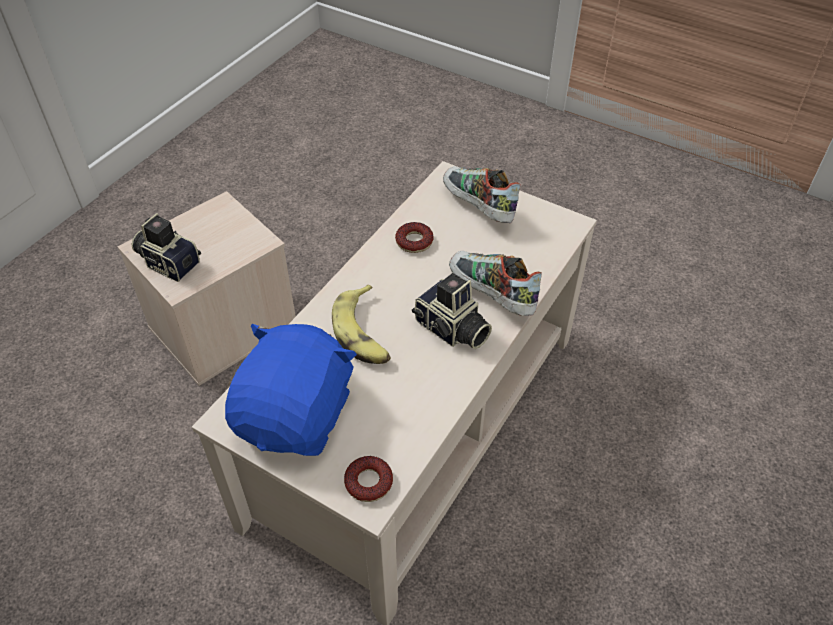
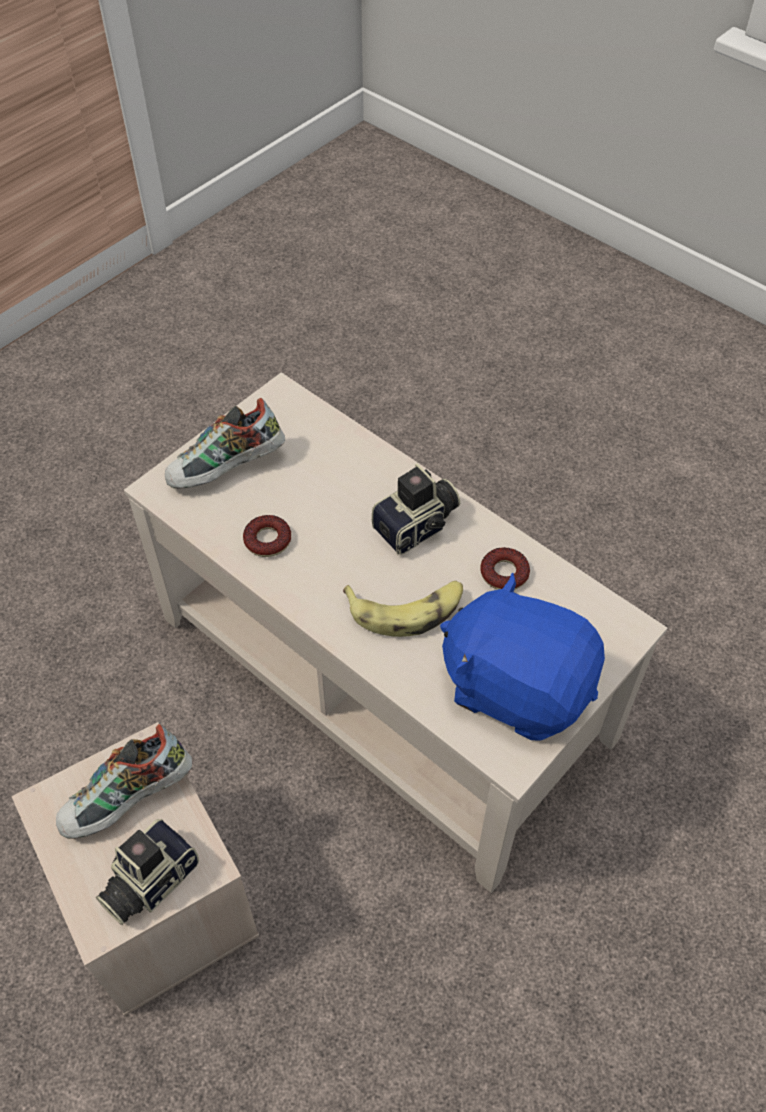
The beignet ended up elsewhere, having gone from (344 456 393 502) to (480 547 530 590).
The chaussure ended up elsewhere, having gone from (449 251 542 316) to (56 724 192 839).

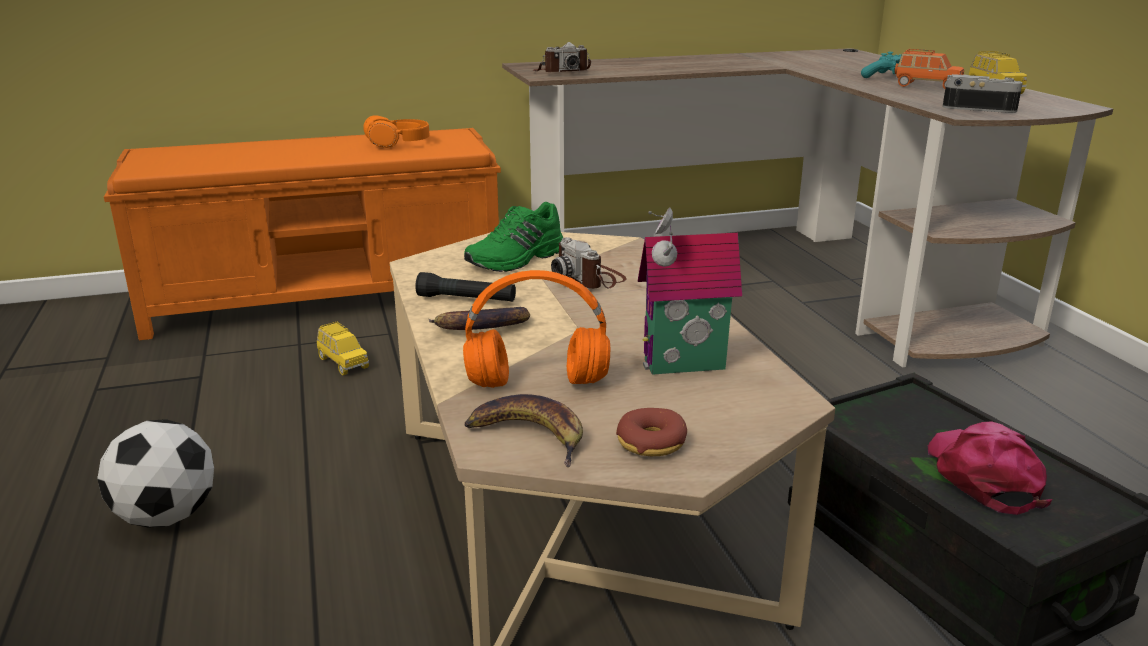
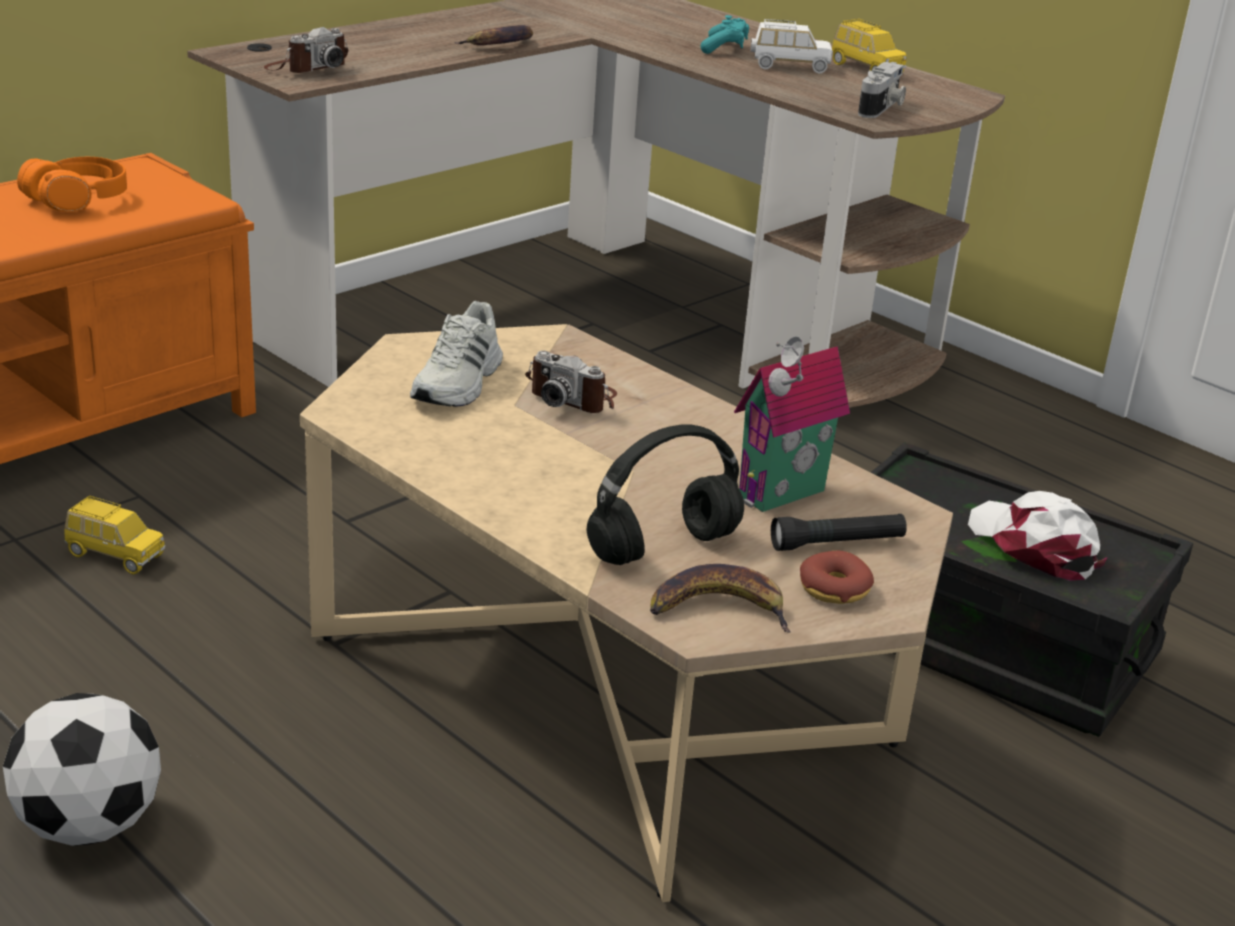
The lampe de poche/noir ended up elsewhere, having gone from (415 272 516 302) to (771 514 907 551).
The banane ended up elsewhere, having gone from (429 307 530 330) to (454 25 533 45).
What was the casque audio/orange at (463 270 610 388) turned into the casque audio/noir at (586 424 744 565).
What was the chaussure/vert at (464 202 564 272) turned into the chaussure/blanc at (410 301 503 407).
What was the petite voiture/orange at (895 49 964 89) turned into the petite voiture/blanc at (751 19 833 73).
What was the casquette/rose at (928 421 1052 515) turned into the casquette/blanc at (968 491 1108 581).
The appareil photo at (943 74 1023 113) ended up facing another way, 120 degrees clockwise from before.

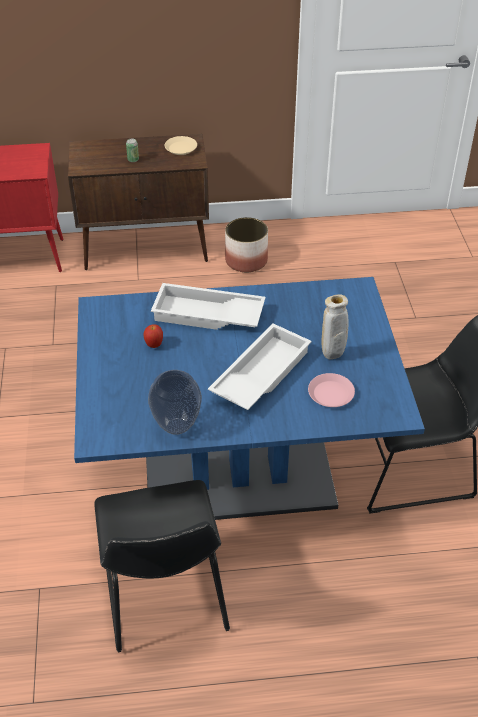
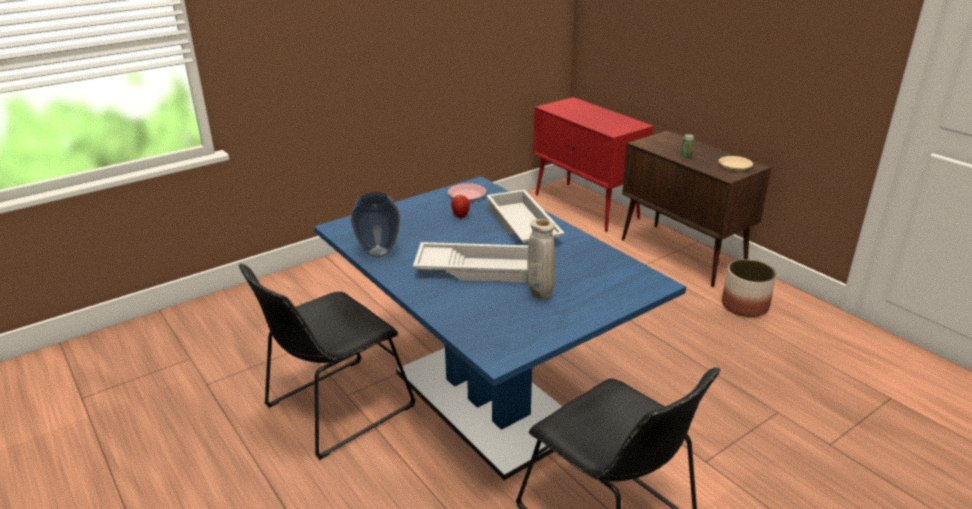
The assiette/rose ended up elsewhere, having gone from (308 373 355 407) to (448 183 486 202).

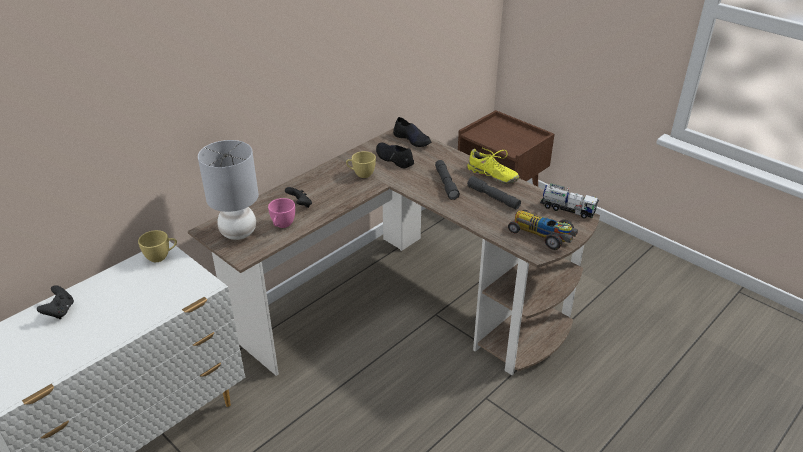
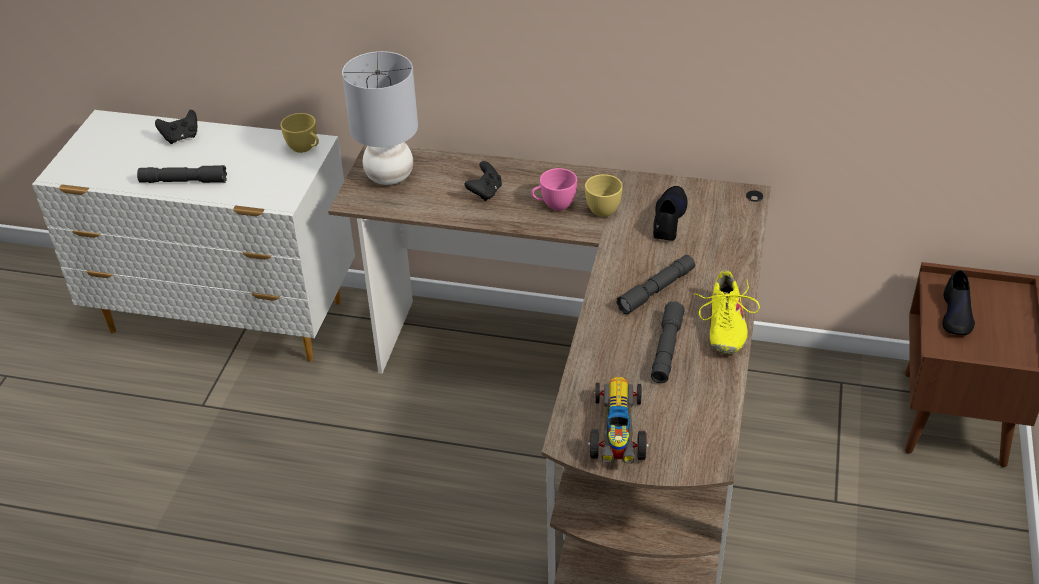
The second view lost the camion jouet at (540 183 599 219).
The second view gained the lampe de poche/gris at (137 165 227 183).
The tasse/rose ended up elsewhere, having gone from (268 198 295 228) to (531 168 577 210).
The chaussure/noir ended up elsewhere, having gone from (393 117 431 147) to (942 270 975 335).

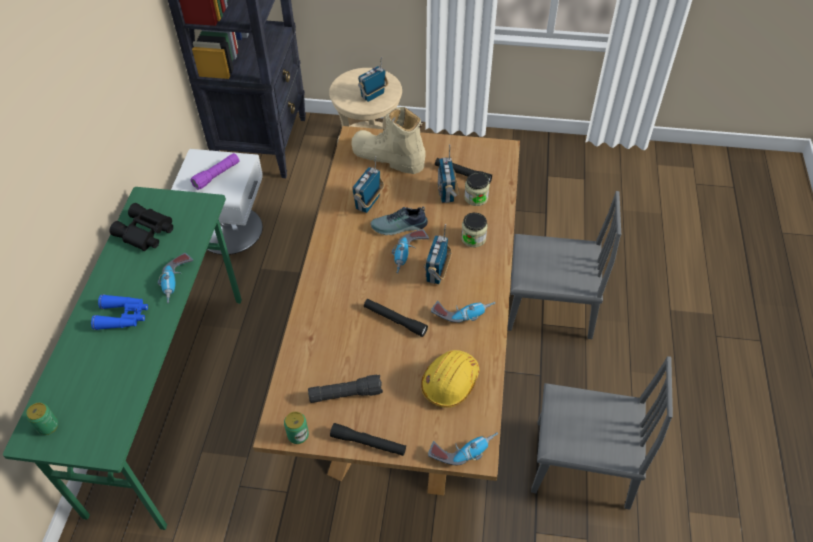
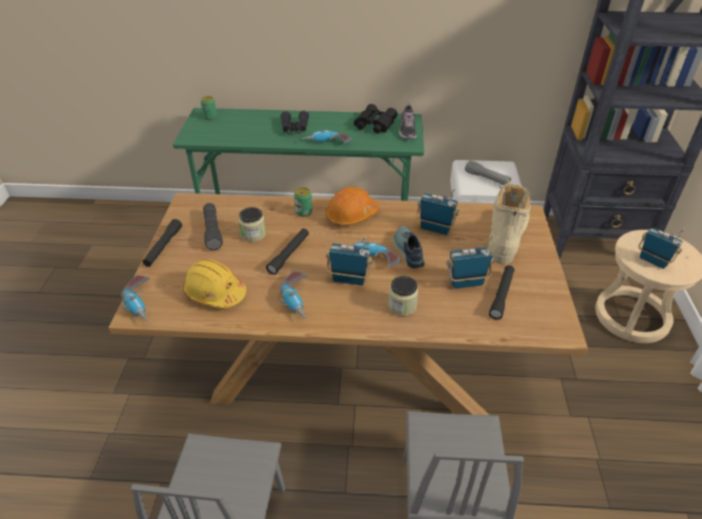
The second view gained the casque de chantier/orange at (325 186 379 226).
The second view gained the chaussure at (399 103 417 139).
The boîte métallique ended up elsewhere, having gone from (284 412 309 444) to (294 187 312 217).
The bocal ended up elsewhere, having gone from (464 172 490 206) to (239 207 266 242).
What was the jumelles/bleu at (91 294 148 330) turned into the jumelles/noir at (281 111 309 134).
What was the lampe de poche/violet at (191 153 239 190) turned into the lampe de poche/gris at (465 160 511 185).

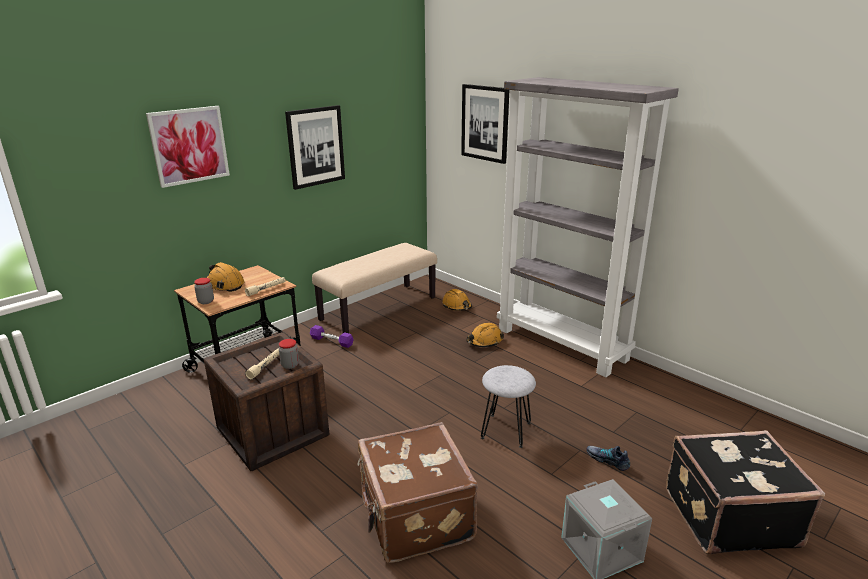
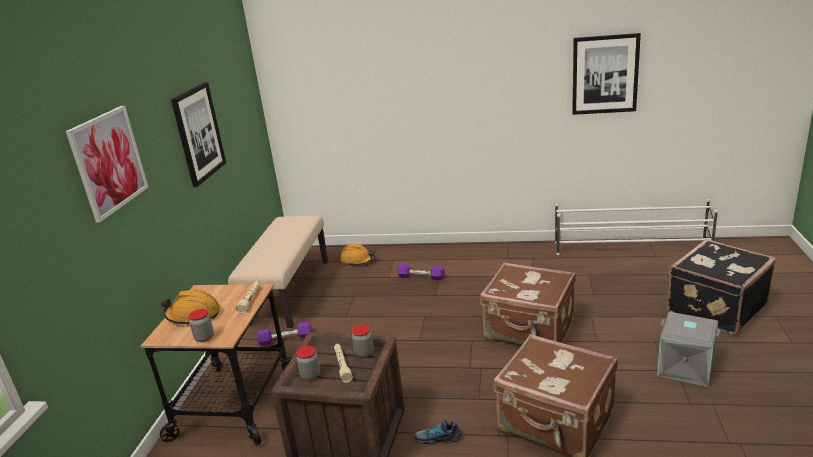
The second view lost the bibliothèque/gris at (497 77 679 377).
The second view gained the bocal at (296 346 320 381).
The second view gained the étagère à chaussures/blanc at (555 199 718 255).
The tableau ended up elsewhere, having gone from (461 84 509 164) to (572 33 641 115).
The chaussure ended up elsewhere, having gone from (586 446 630 471) to (414 419 462 445).
Where the casque de chantier/orange stood at (466 323 504 347), the haltère/violet came to stand at (397 264 444 280).
Where the tabouret/gris stood at (481 365 536 448), the valise/marron came to stand at (480 262 576 346).

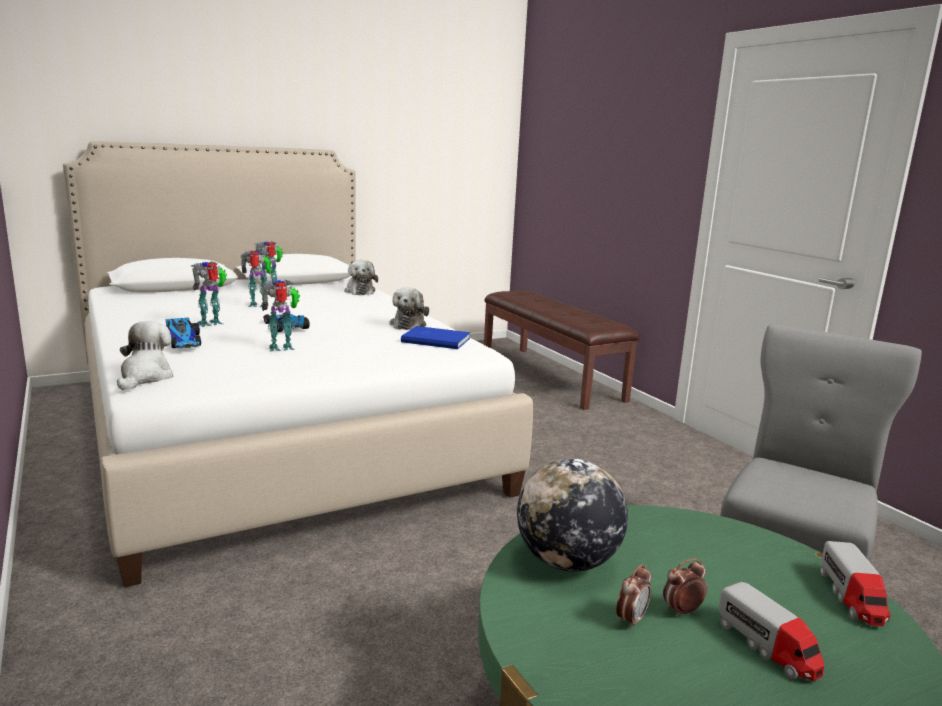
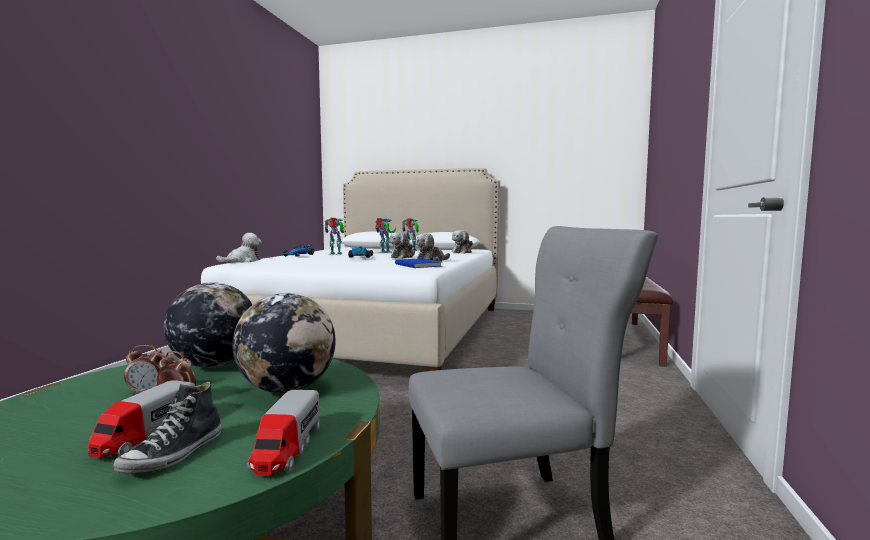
The second view lost the robot jouet at (261 280 300 352).
The second view gained the chaussure at (113 382 222 473).
The second view gained the globe at (232 293 336 393).
The second view gained the peluche at (389 232 415 259).
The camion jouet at (820 541 891 626) ended up facing another way, 45 degrees counterclockwise from before.

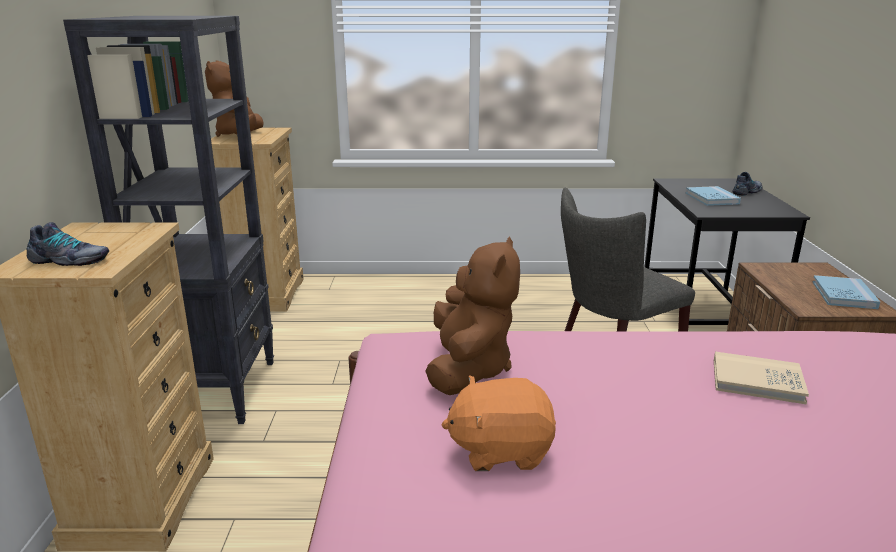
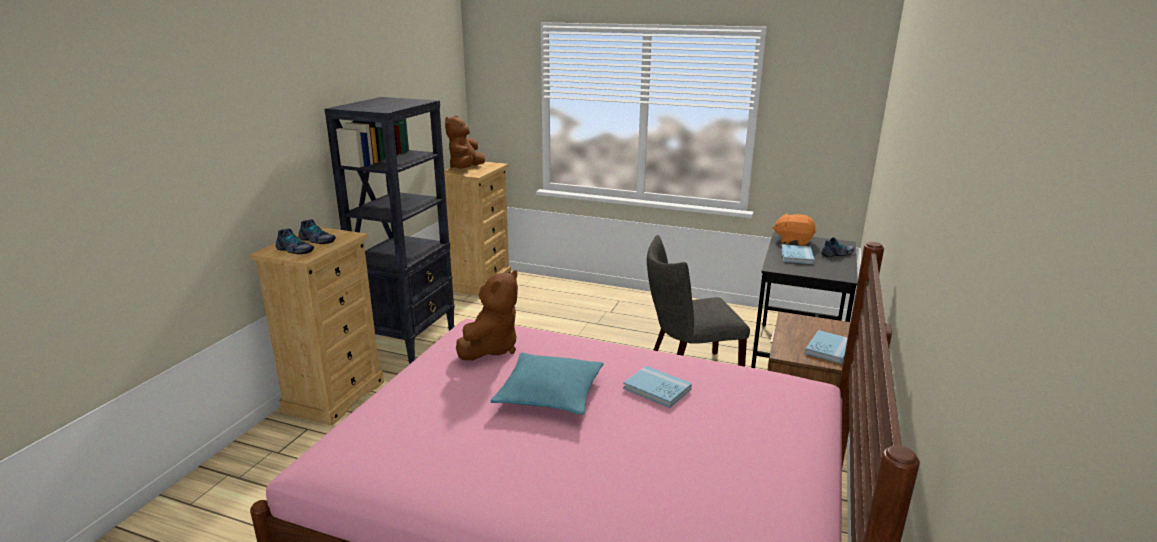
The second view gained the chaussure at (299 219 336 244).
The second view gained the coussin/turquoise at (491 353 604 415).
The peluche/orange ended up elsewhere, having gone from (442 375 556 471) to (772 214 816 246).
What was the livre/beige at (714 352 809 405) turned into the livre/bleu at (623 366 692 408).

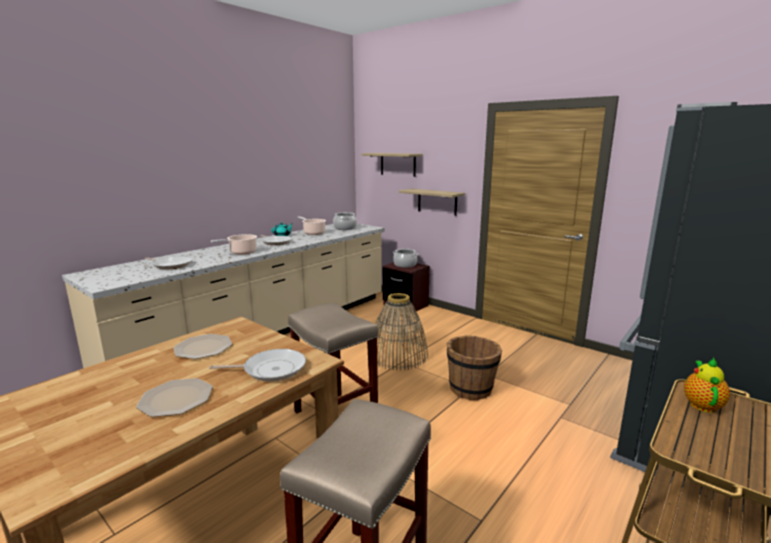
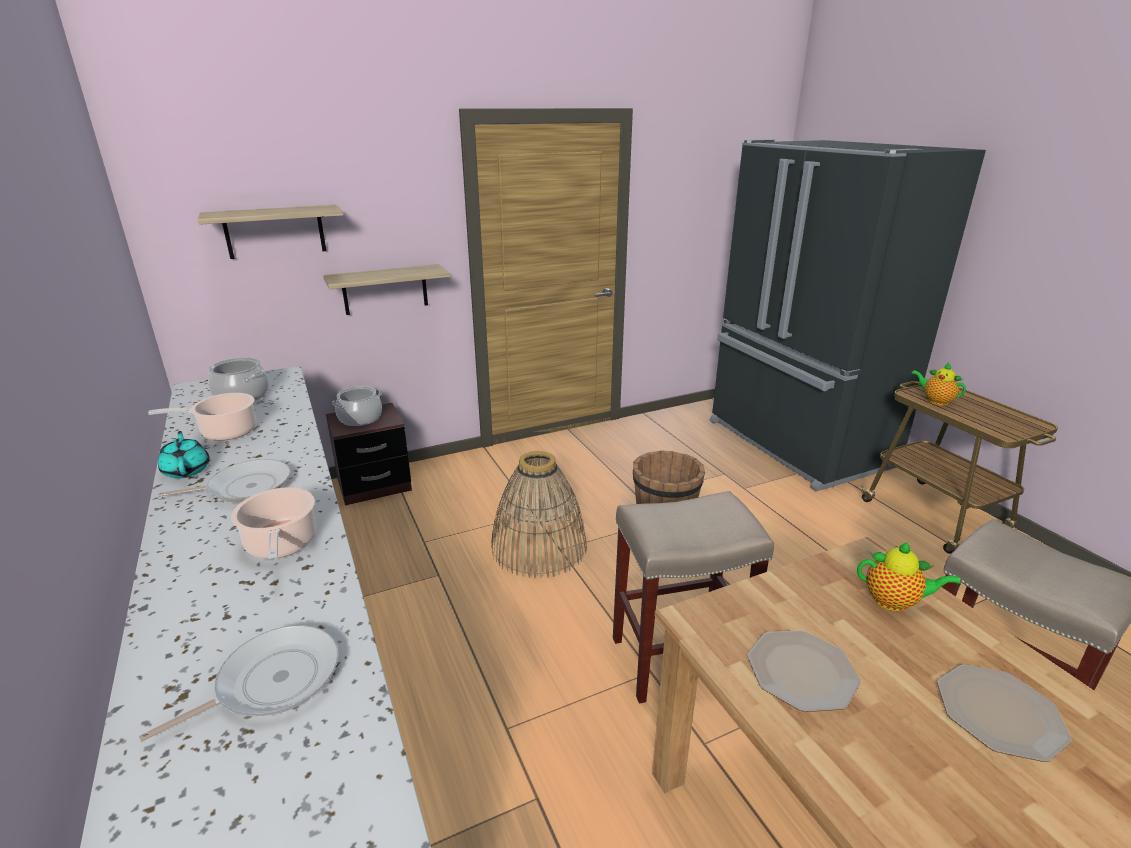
Where the poêle stood at (209 349 306 381), the théière came to stand at (857 542 961 611).

